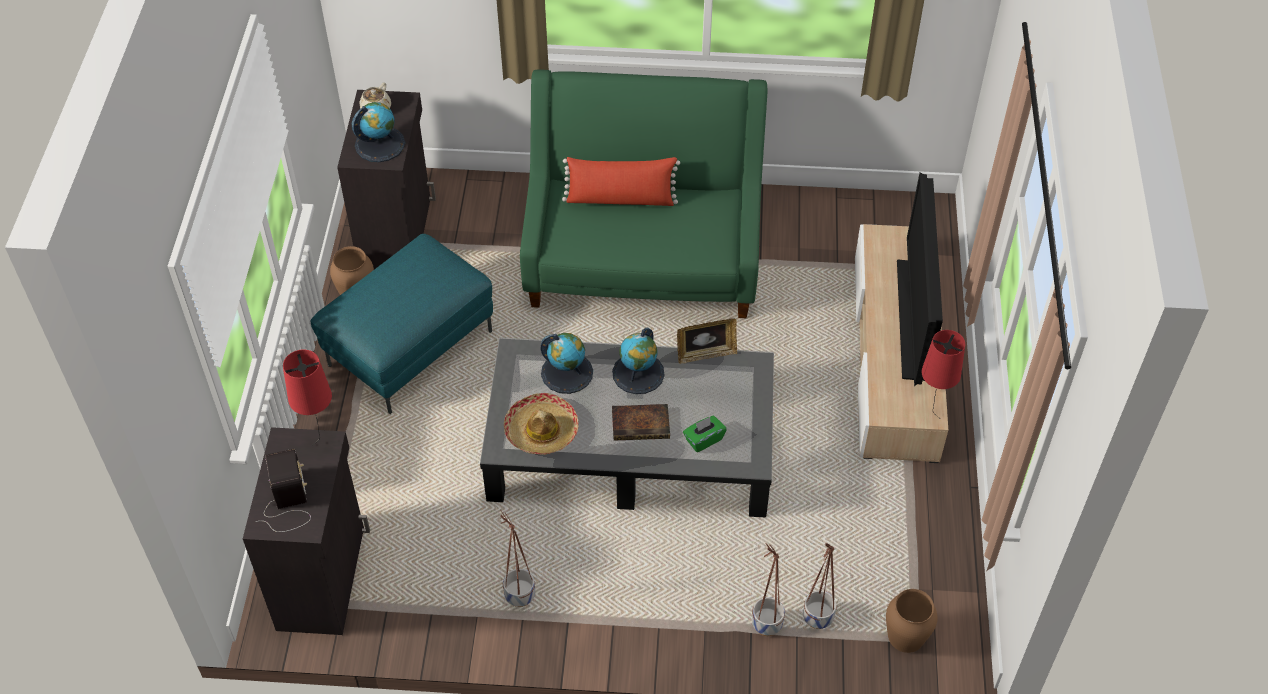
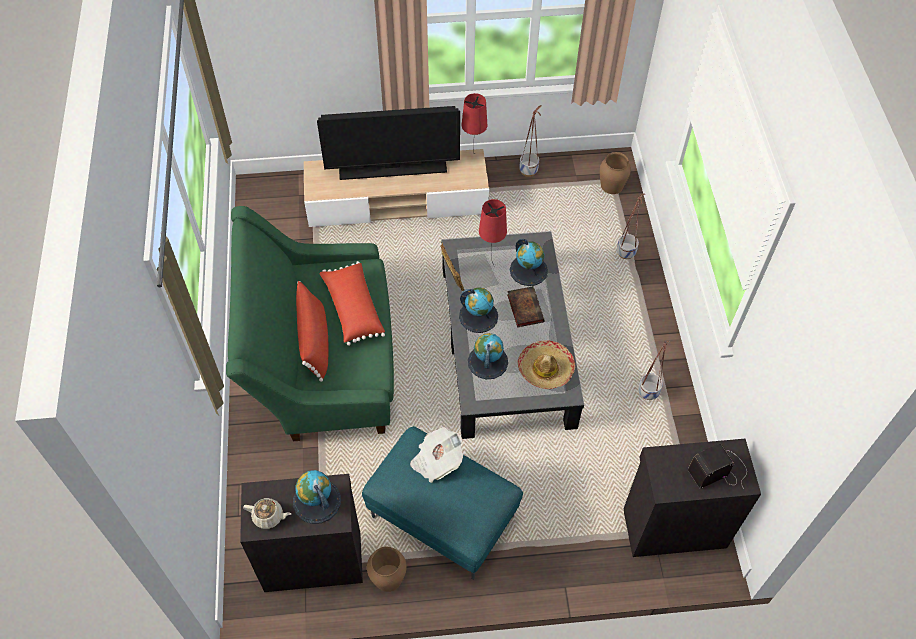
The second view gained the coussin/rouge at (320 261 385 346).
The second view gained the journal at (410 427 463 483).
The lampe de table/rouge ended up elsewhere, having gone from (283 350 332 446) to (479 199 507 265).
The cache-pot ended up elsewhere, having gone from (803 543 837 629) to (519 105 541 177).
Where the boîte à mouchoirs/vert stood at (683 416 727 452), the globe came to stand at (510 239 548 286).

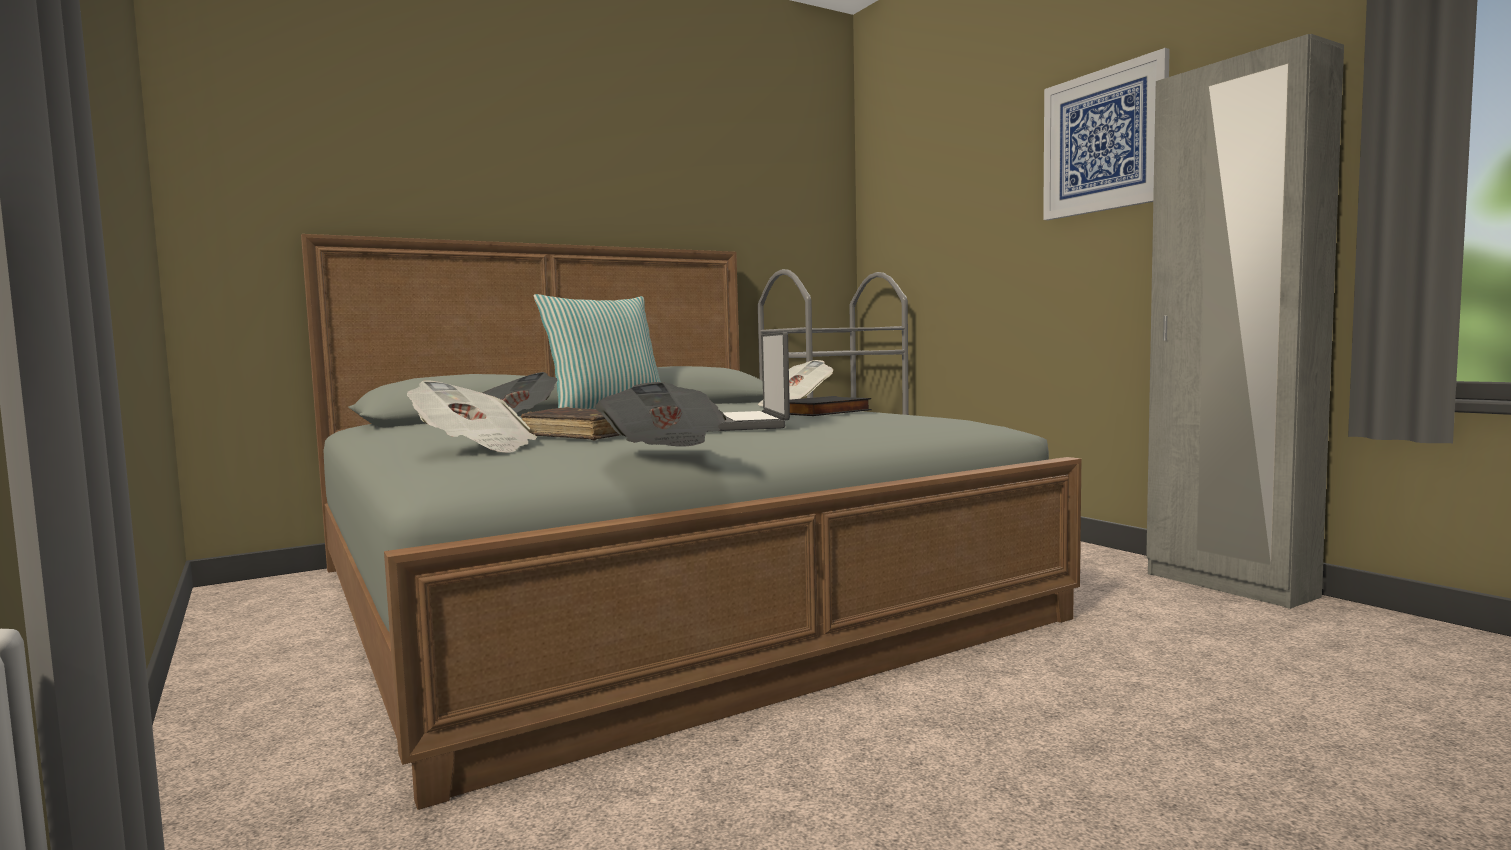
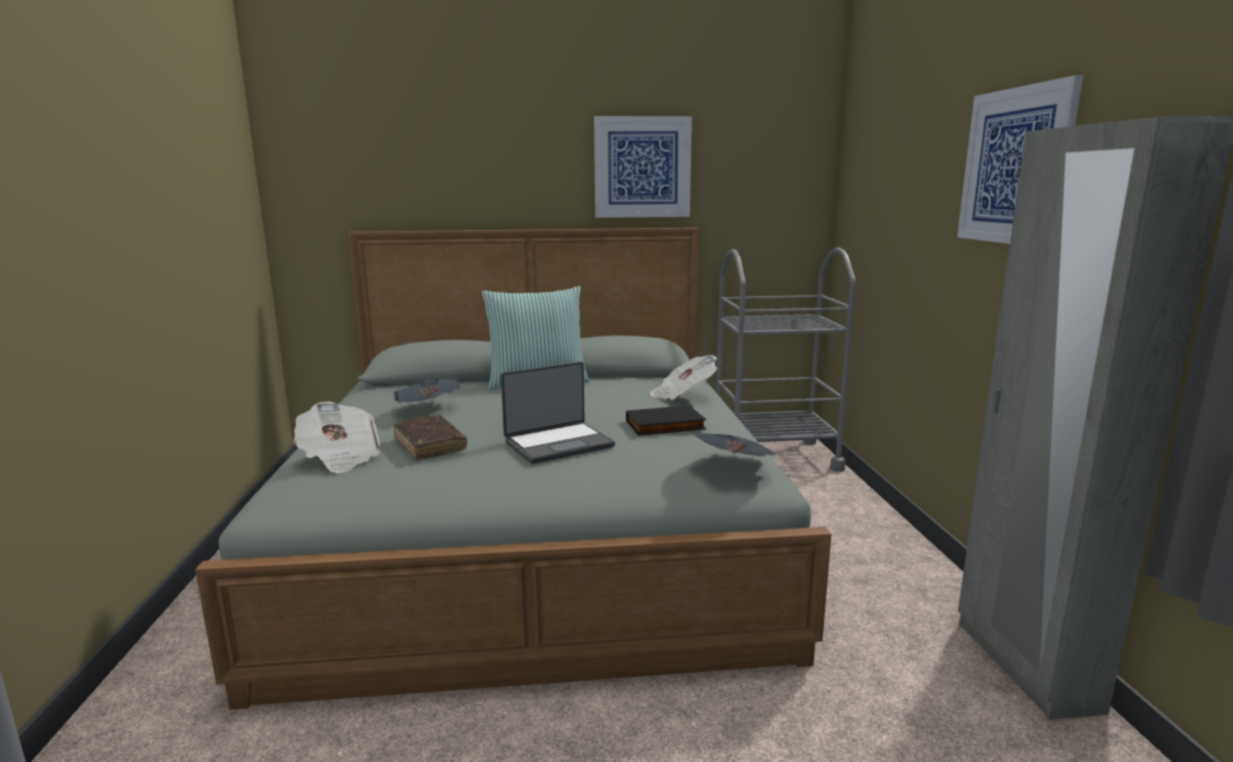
The second view gained the tableau at (594 116 692 218).
The journal ended up elsewhere, having gone from (595 382 726 447) to (691 433 777 456).
The ordinateur portable at (706 332 790 432) ended up facing another way, 135 degrees counterclockwise from before.

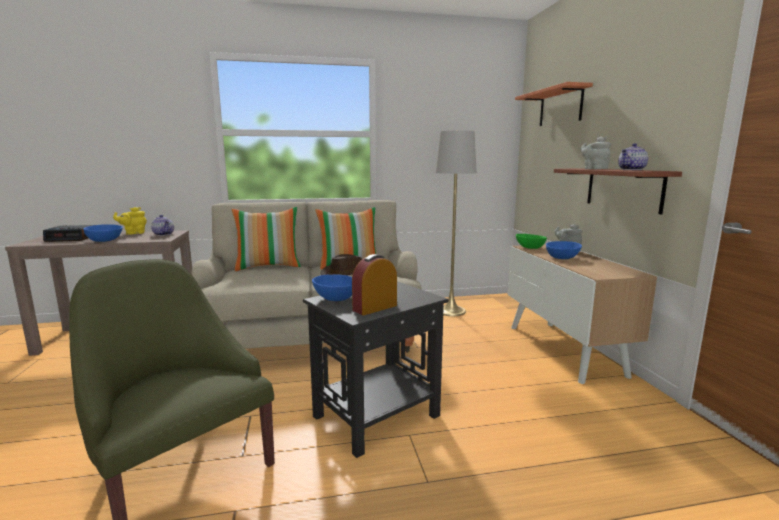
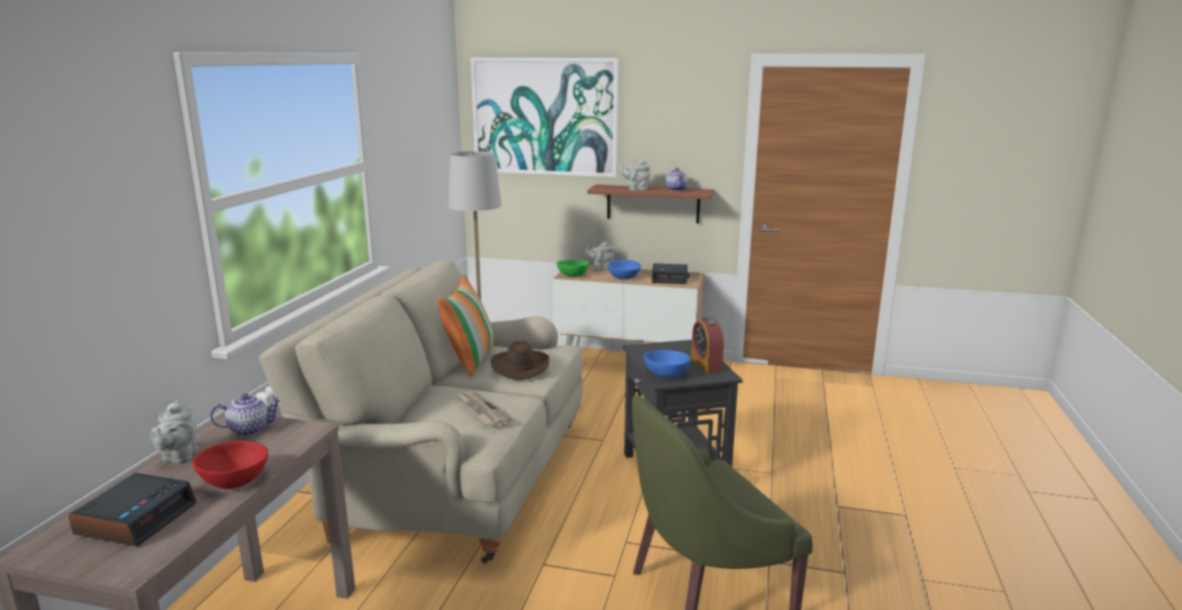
The second view lost the coussin at (232 207 301 271).
The second view gained the journal at (455 391 512 427).
The second view gained the réveil at (652 263 689 284).
Where the étagère hung at (515 82 593 126), the tableau came to hang at (471 58 619 177).
What was the bol/bleu at (83 224 123 242) turned into the bol/rouge at (192 441 268 489).
What was the théière/jaune at (113 207 147 235) turned into the théière/gris at (150 400 198 464).

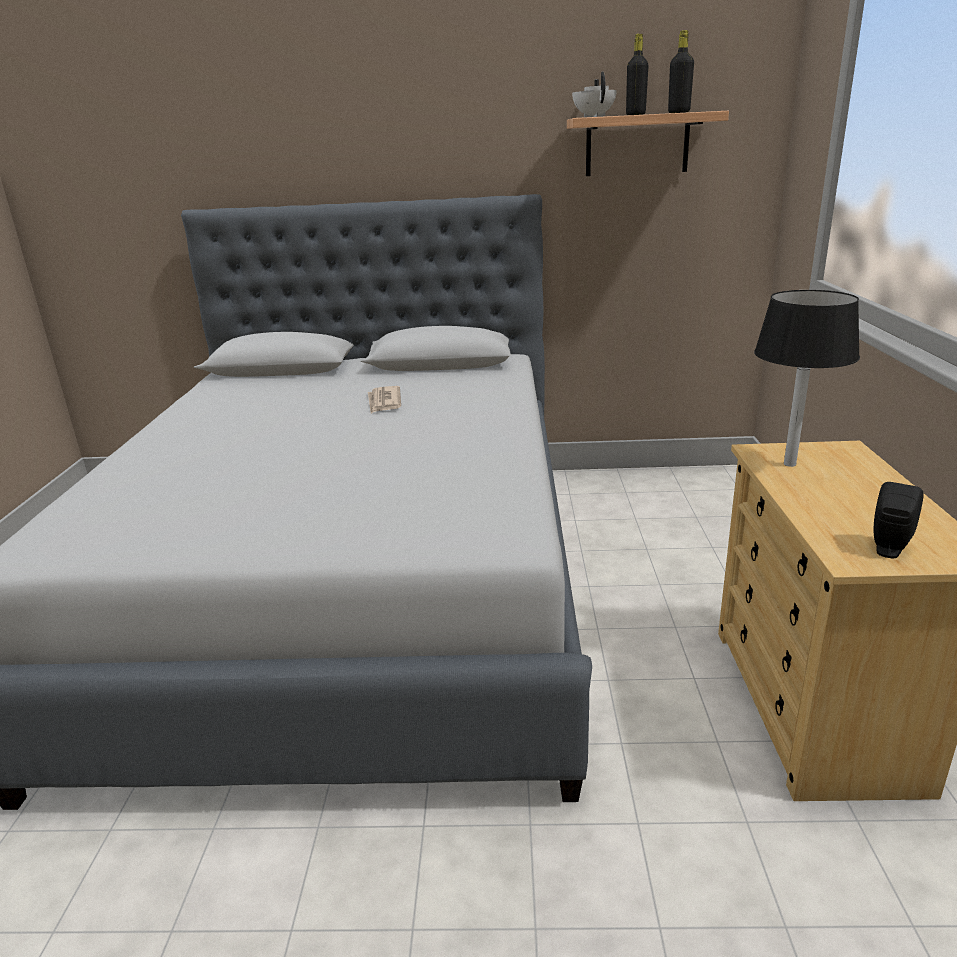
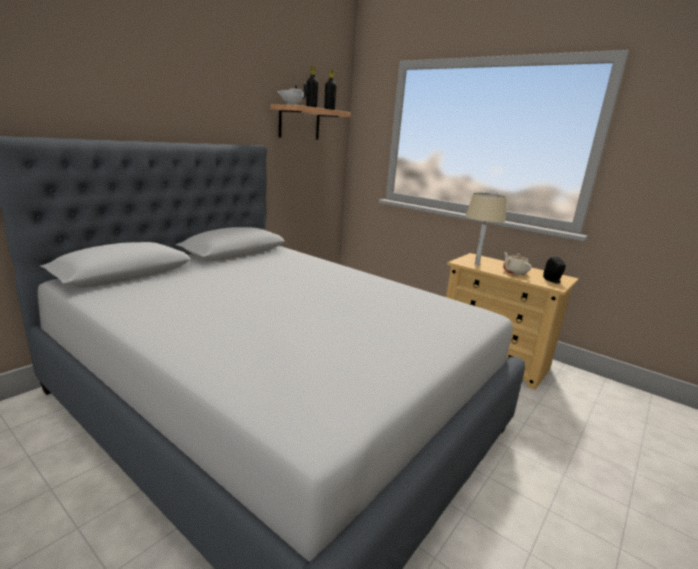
The second view lost the journal at (368 386 401 413).
The second view gained the théière/beige at (503 252 532 275).
What was the lampe de table/noir at (754 290 860 467) turned into the lampe de table/beige at (465 193 506 265).

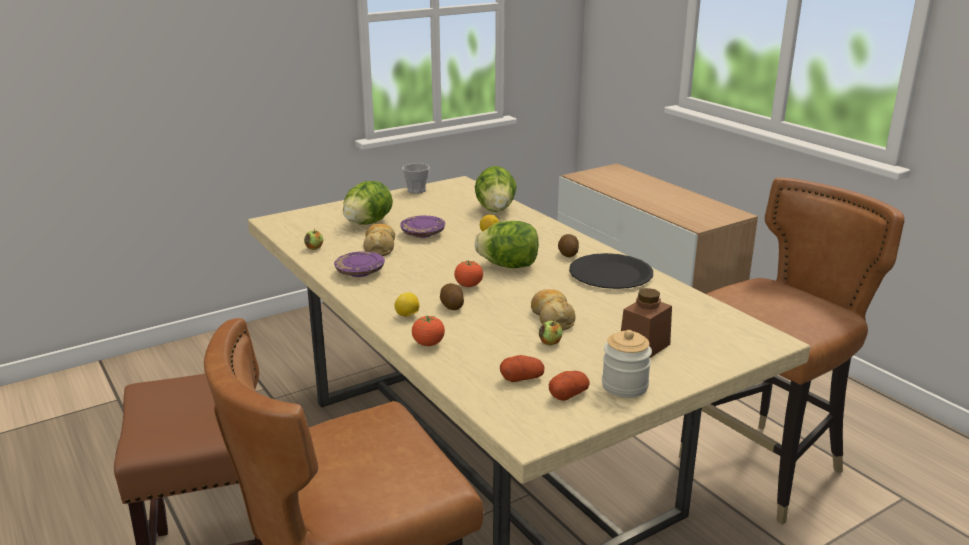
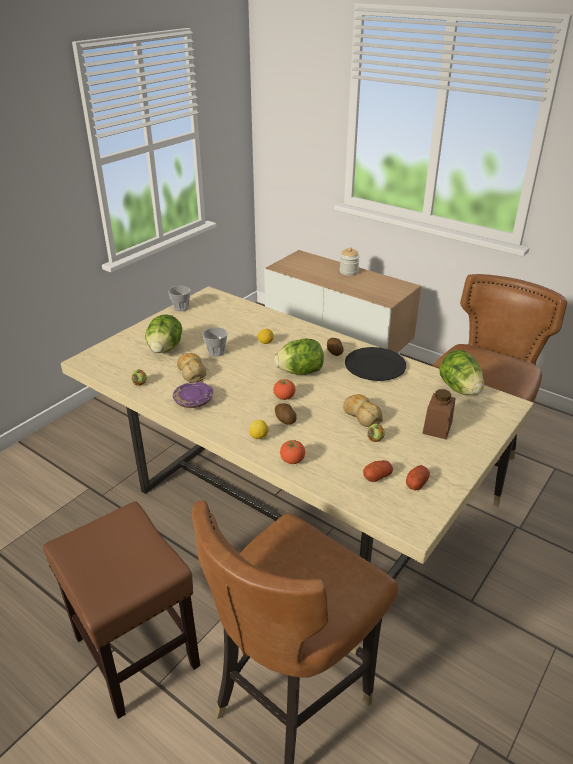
The laitue ended up elsewhere, having gone from (475 166 517 212) to (439 350 484 395).
The bocal ended up elsewhere, having gone from (602 330 652 398) to (340 247 360 276).
Where the assiette/violet stood at (400 215 446 238), the tasse came to stand at (202 327 228 357).

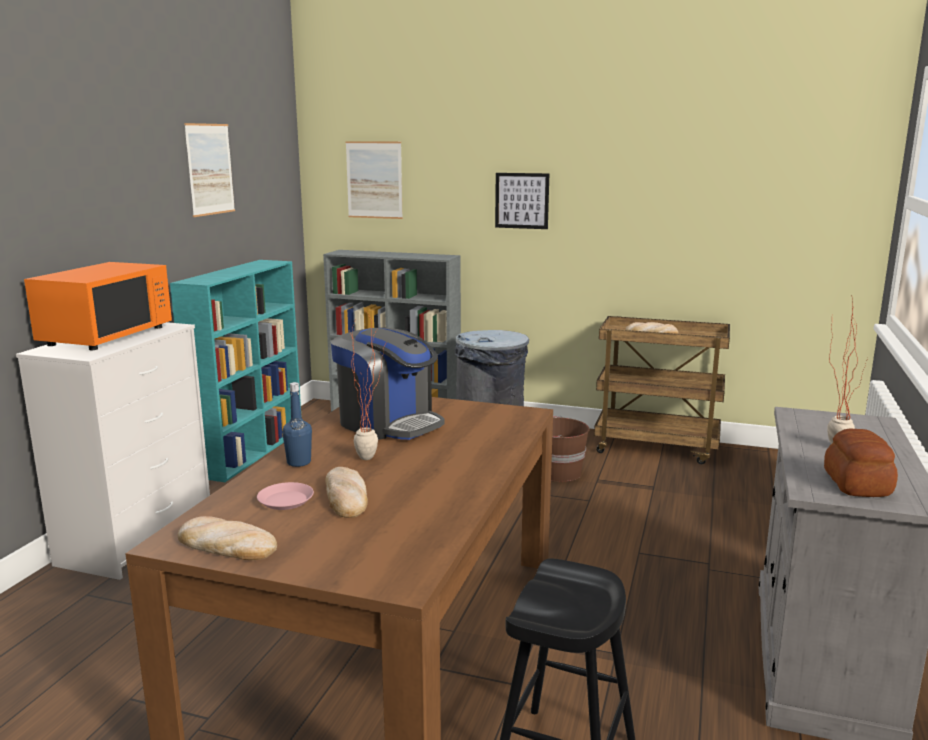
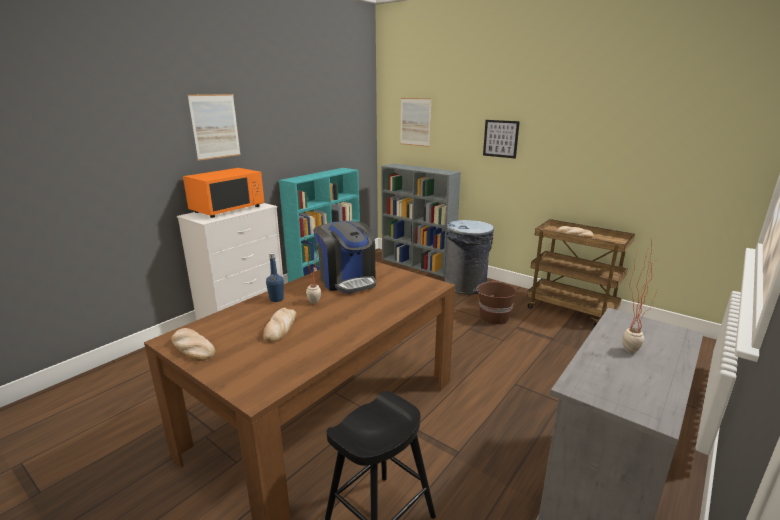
The second view lost the assiette/rose at (257 482 314 510).
The second view lost the pain at (824 429 898 497).
The tableau ended up elsewhere, having gone from (184 123 235 217) to (188 94 241 161).

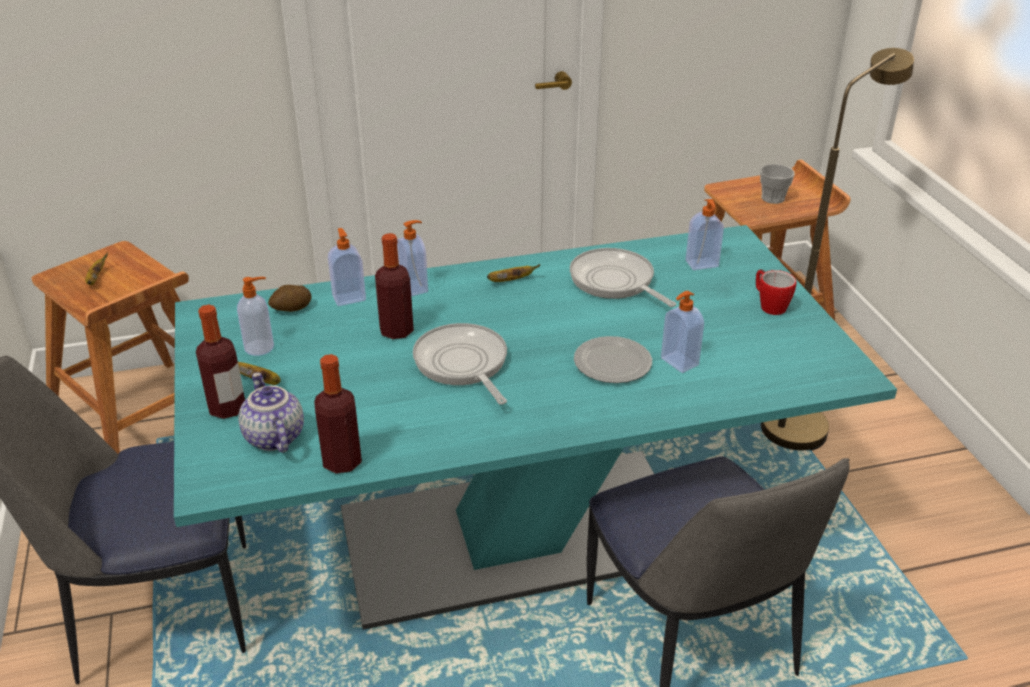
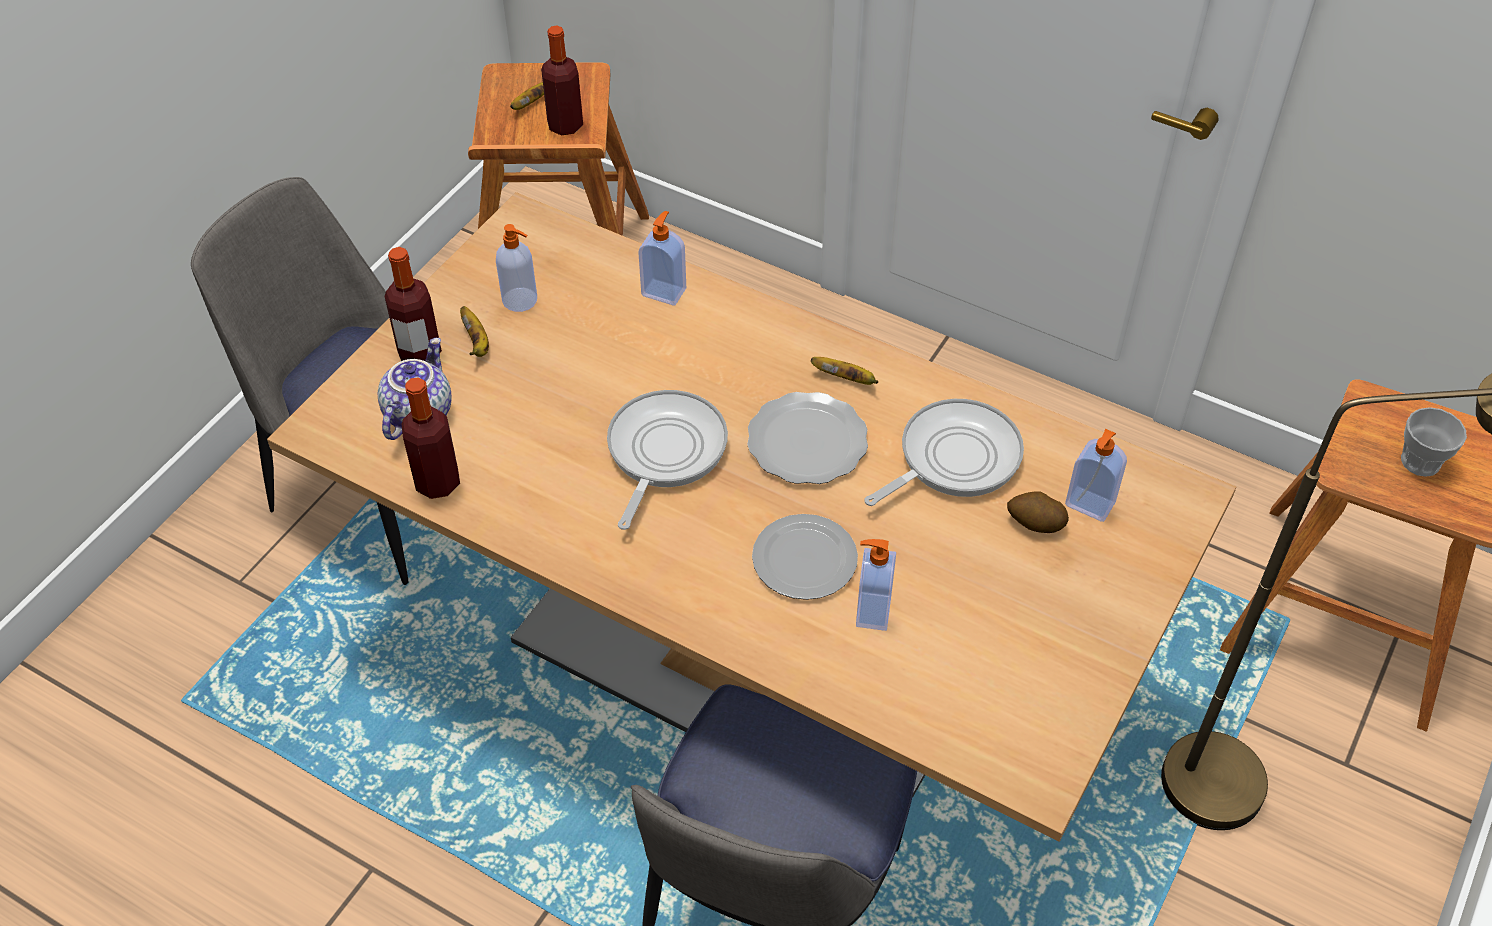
The second view lost the distributeur de savon at (397 220 428 296).
The second view lost the mug at (756 269 796 315).
The second view gained the assiette at (747 392 868 484).
The pomme de terre ended up elsewhere, having gone from (268 285 312 312) to (1007 491 1069 533).
The bouteille ended up elsewhere, having gone from (375 233 414 339) to (541 26 583 135).
What was the table à manger/turquoise at (174 225 897 630) turned into the table à manger/beige at (267 192 1236 842).
The poêle at (570 248 676 307) ended up facing another way, 45 degrees clockwise from before.

